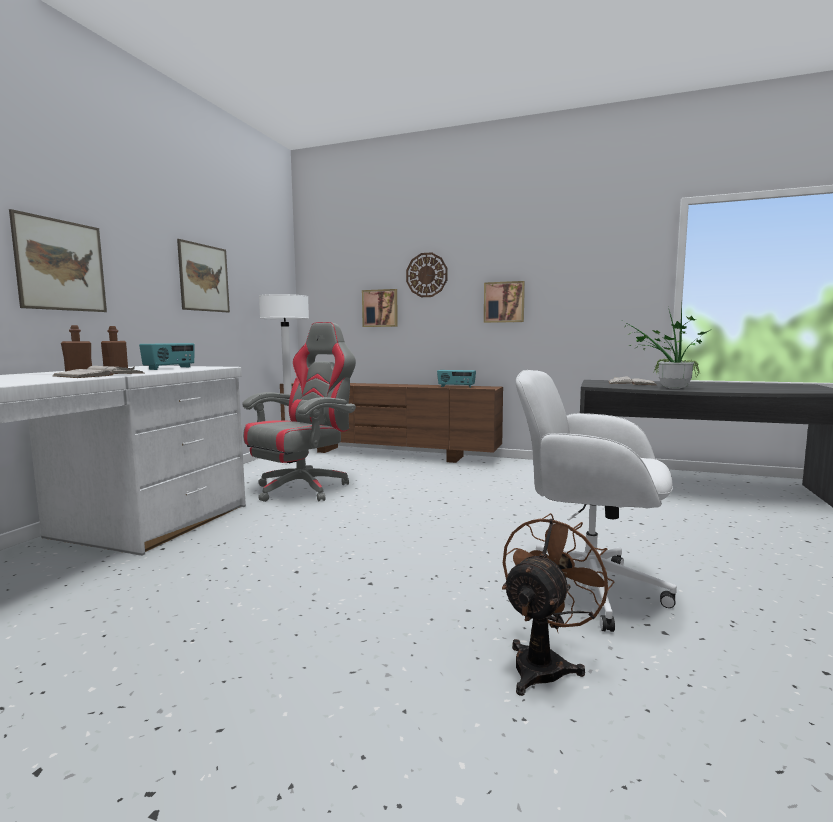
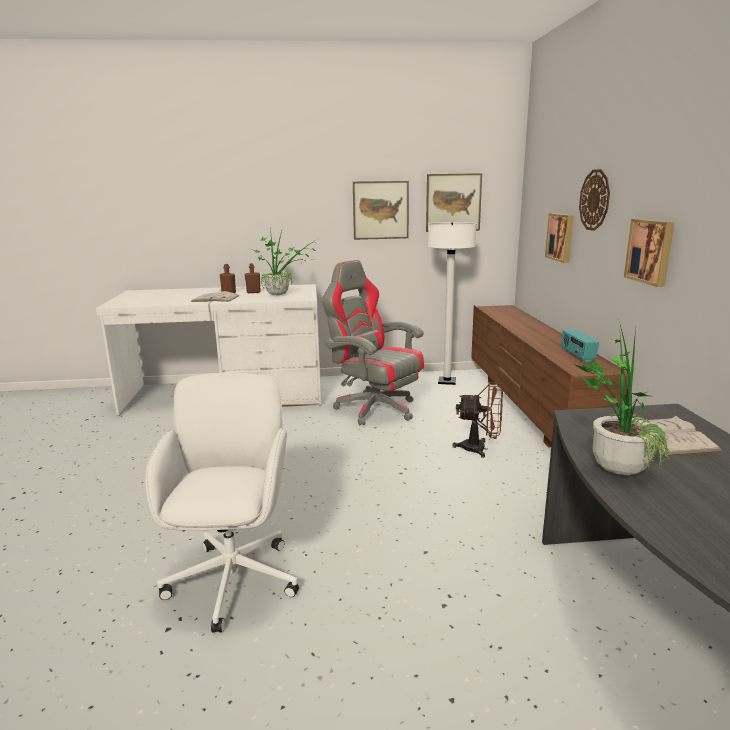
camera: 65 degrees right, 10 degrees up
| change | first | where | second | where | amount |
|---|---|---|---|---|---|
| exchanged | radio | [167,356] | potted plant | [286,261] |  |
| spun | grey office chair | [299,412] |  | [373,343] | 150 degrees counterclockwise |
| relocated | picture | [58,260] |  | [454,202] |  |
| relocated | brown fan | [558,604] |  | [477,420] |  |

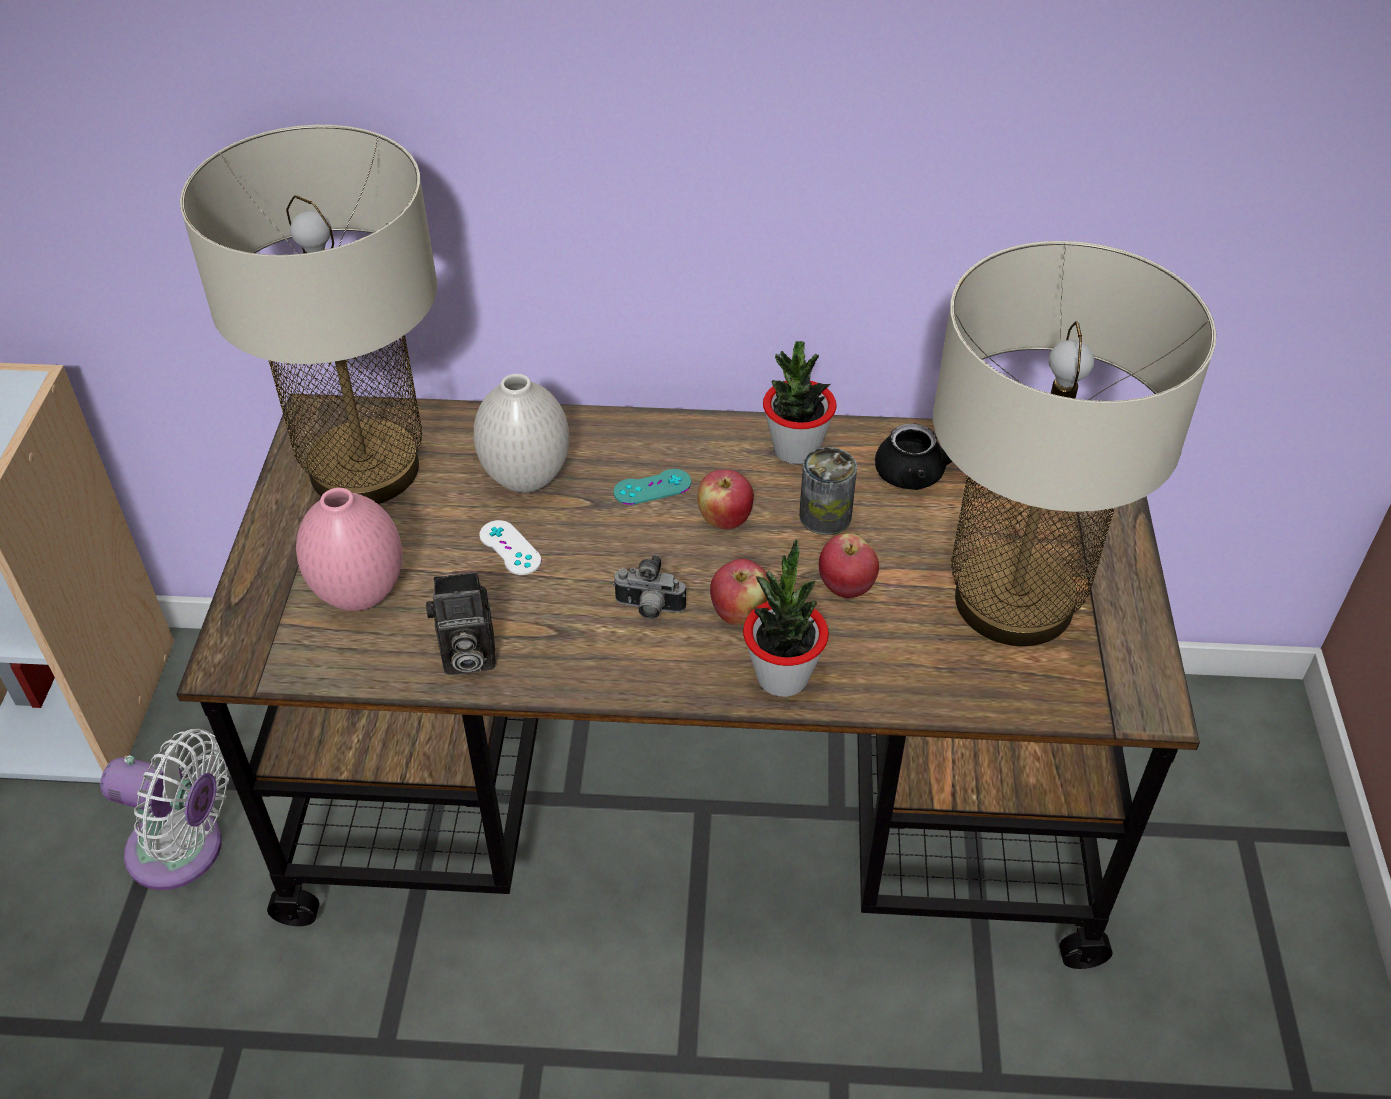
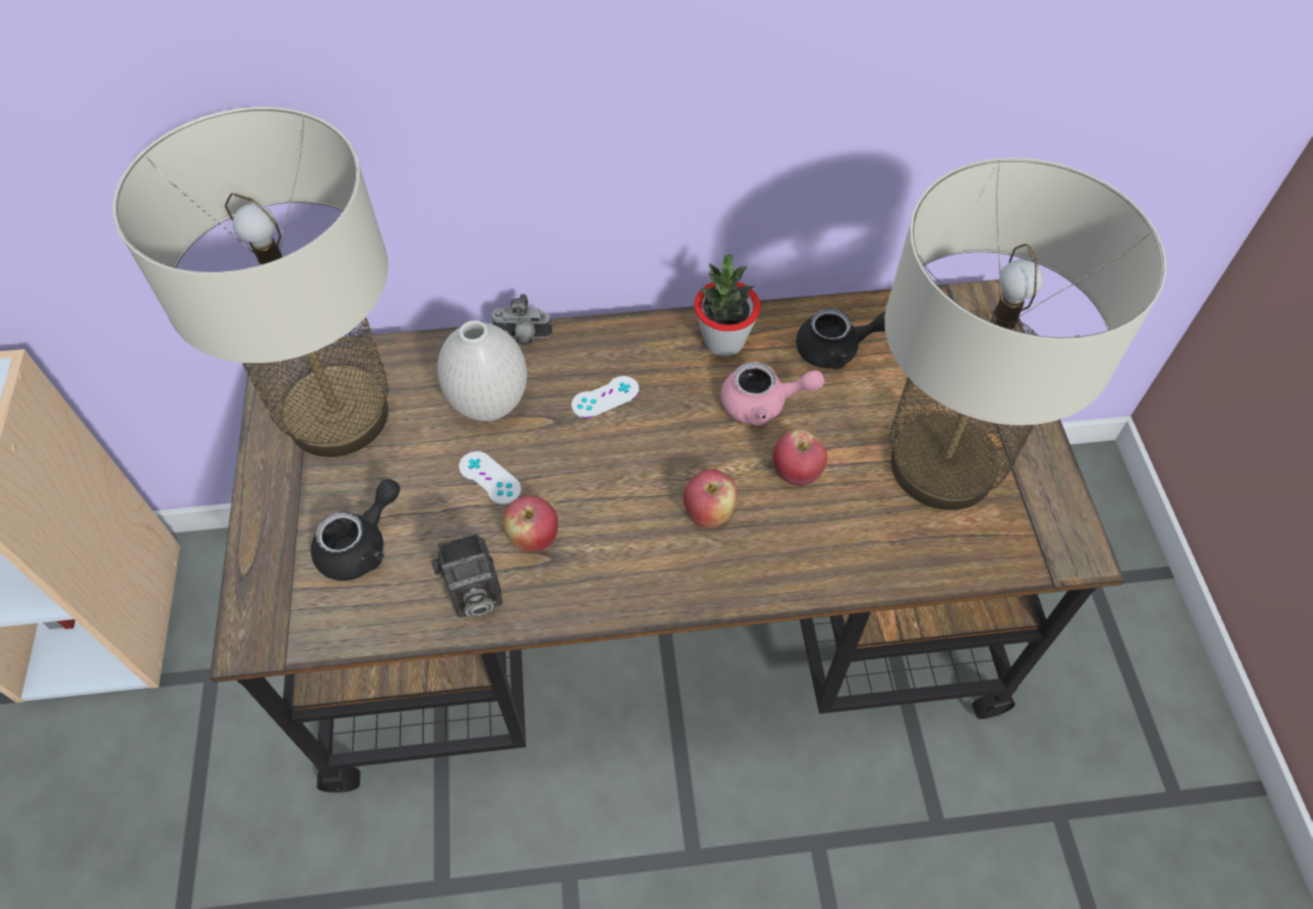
camera: 10 degrees left, 10 degrees up
| change | first | where | second | where | amount |
|---|---|---|---|---|---|
| exchanged | pink vase | [349,549] | black teapot | [355,530] |  |
| relocated | photo camera | [649,587] |  | [521,320] |  |
| relocated | apple | [725,499] |  | [530,524] |  |
| colour | turquoise game controller | [652,487] | white game controller | [605,397] |  |
| exchanged | can | [828,491] | pink teapot | [772,394] |  |
| missing | white fan | [164,809] |  |  |  |
| missing | potted plant | [786,618] |  |  |  |

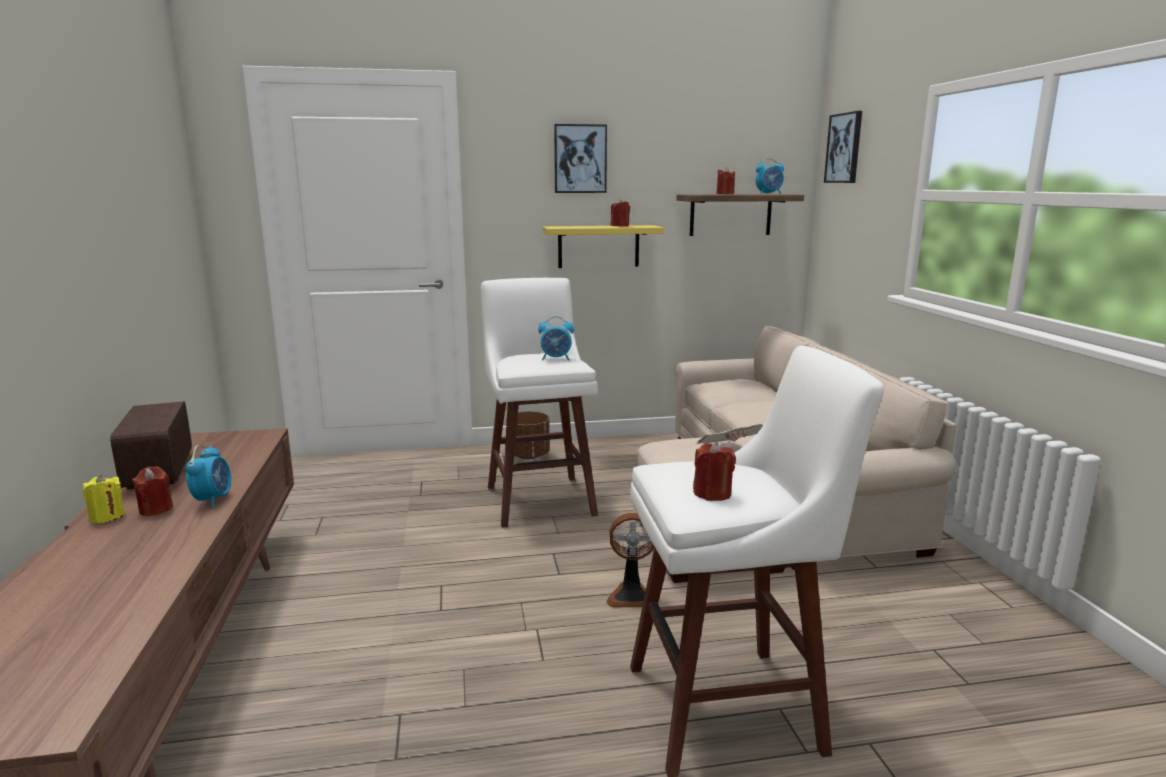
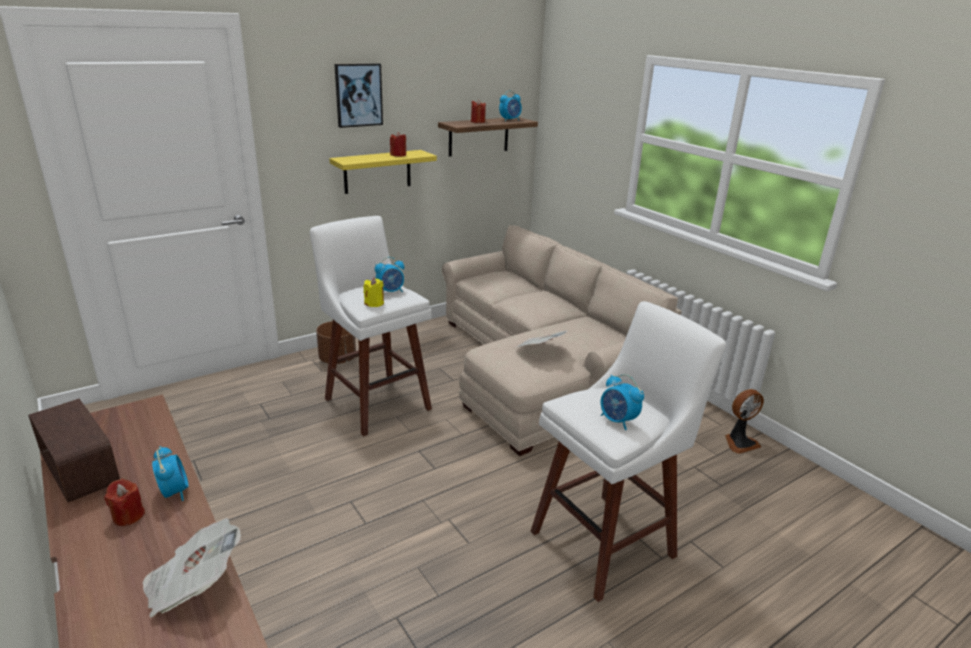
camera: 25 degrees left, 10 degrees up
| change | first | where | second | where | amount |
|---|---|---|---|---|---|
| appeared |  |  | newspaper | [191,568] |  |
| relocated | yellow candle | [104,498] |  | [374,292] |  |
| exchanged | red candle | [714,471] | alarm clock | [622,402] |  |
| relocated | fan | [631,560] |  | [744,421] |  |
| missing | picture | [843,147] |  |  |  |

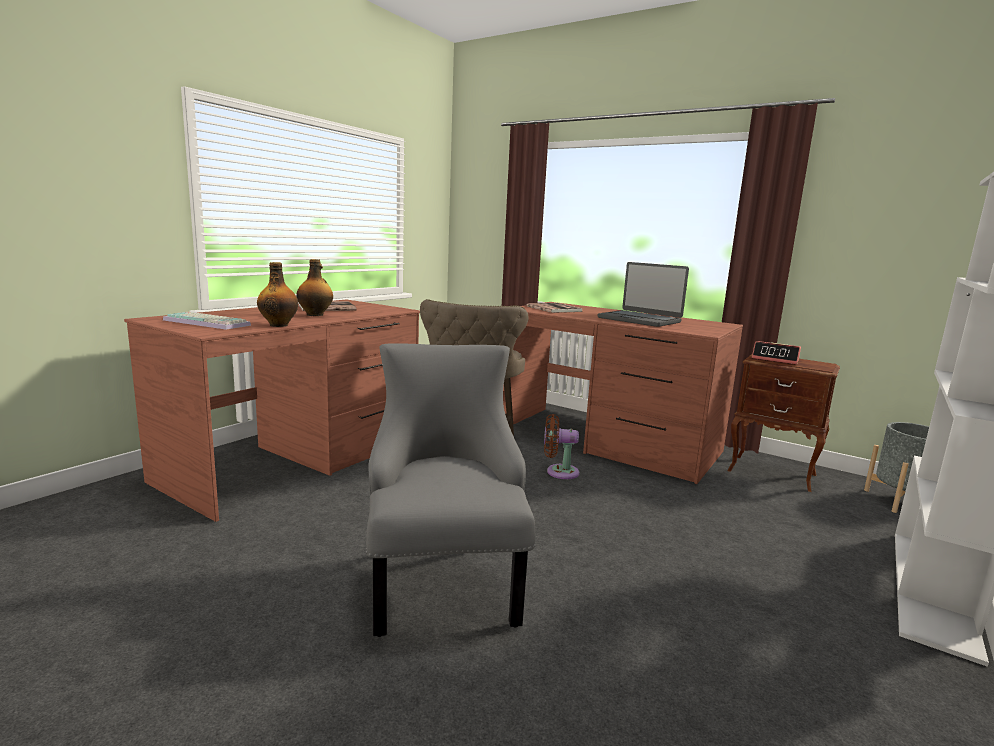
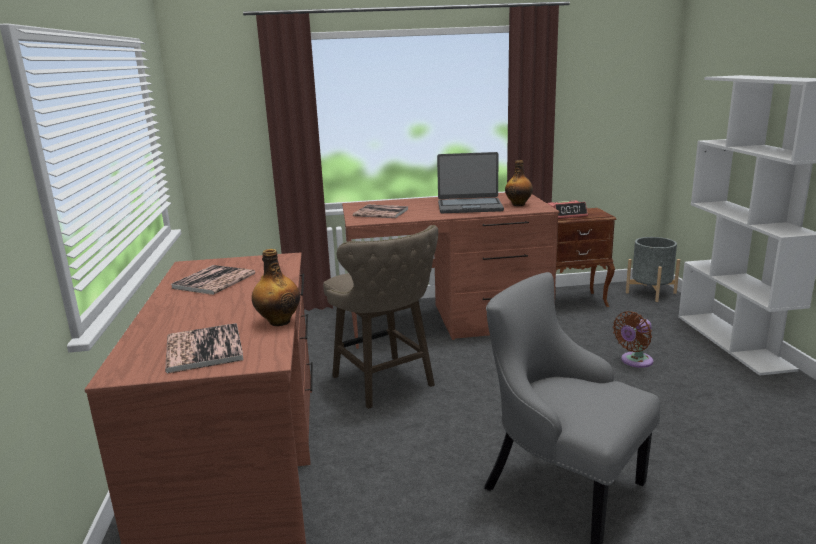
camera: 40 degrees left, 5 degrees up
| change | first | where | second | where | amount |
|---|---|---|---|---|---|
| exchanged | keyboard | [207,321] | book | [204,348] |  |
| relocated | bottle | [314,287] |  | [519,183] |  |
| relocated | brown fan | [561,446] |  | [633,339] |  |

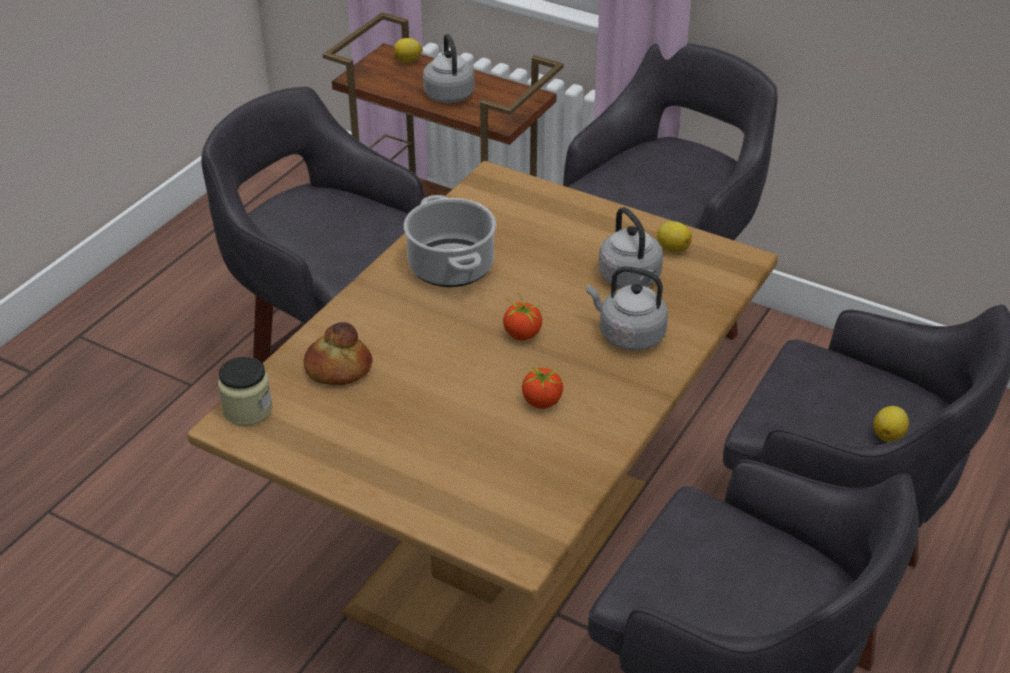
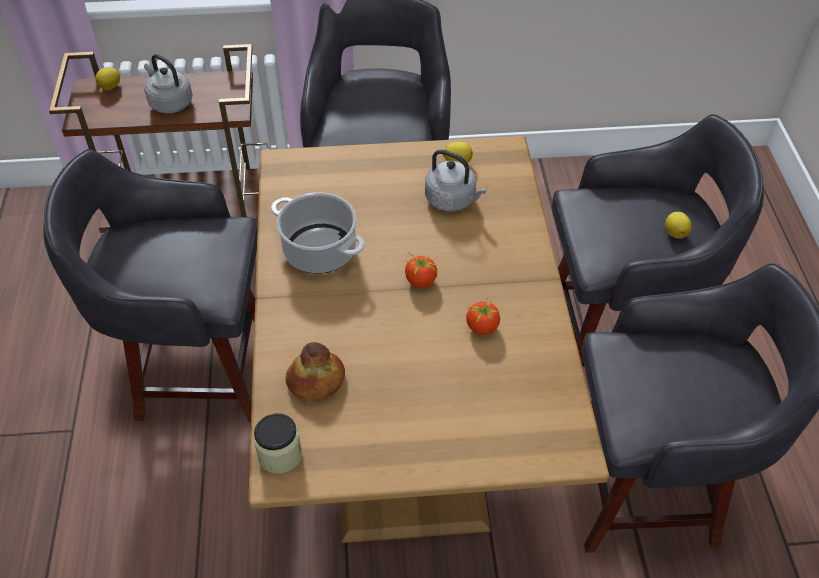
camera: 35 degrees left, 10 degrees up
| change | first | where | second | where | amount |
|---|---|---|---|---|---|
| missing | grey kettle | [627,308] |  |  |  |

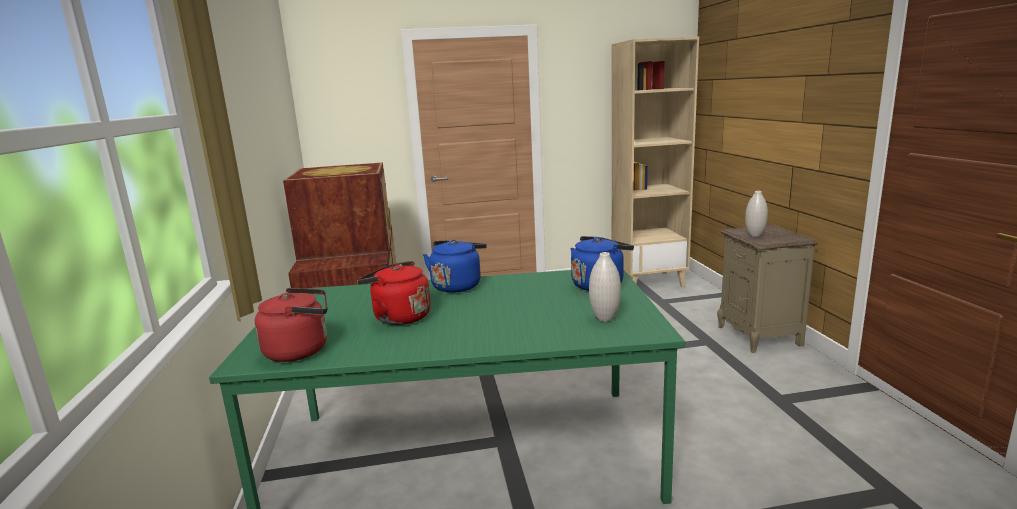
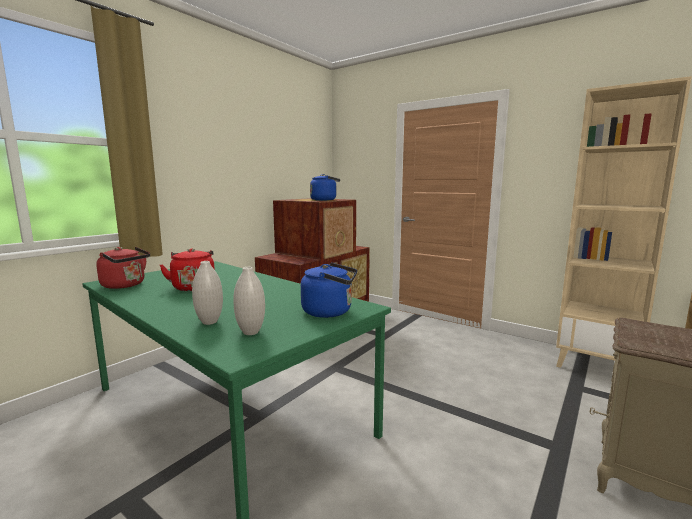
camera: 45 degrees right, 5 degrees down
| change | first | where | second | where | amount |
|---|---|---|---|---|---|
| relocated | white vase | [756,214] |  | [207,293] |  |
| relocated | blue kettle | [455,266] |  | [325,187] |  |

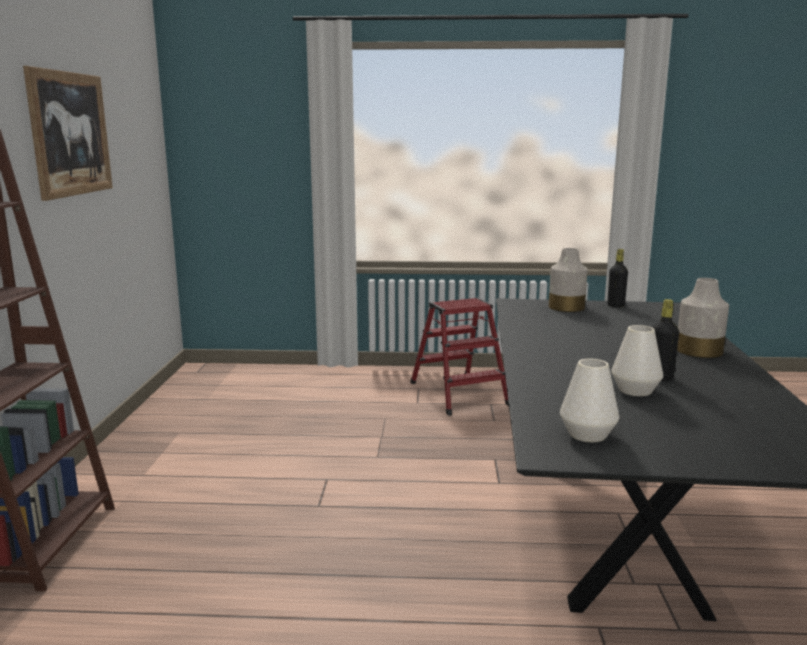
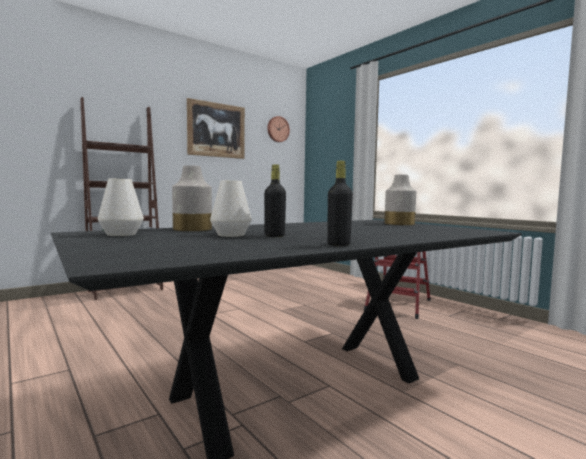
camera: 50 degrees right, 10 degrees down
| change | first | where | second | where | amount |
|---|---|---|---|---|---|
| relocated | beige vase | [703,318] |  | [192,198] |  |
| appeared |  |  | wall clock | [278,129] |  |
| relocated | black bottle | [617,278] |  | [340,203] |  |

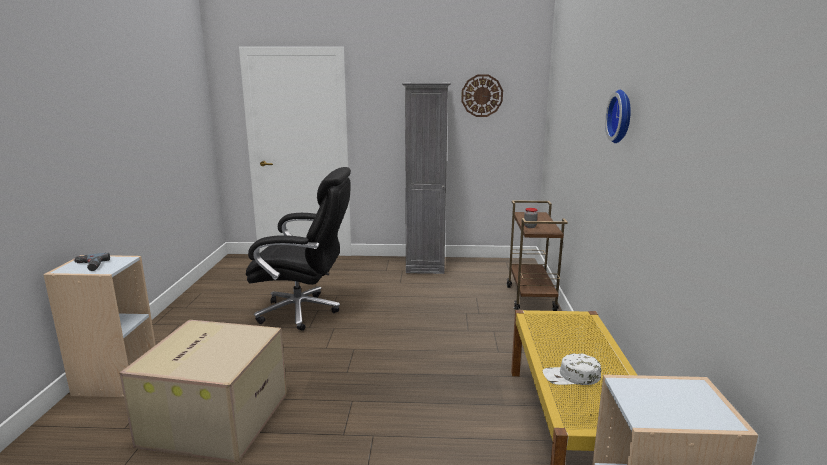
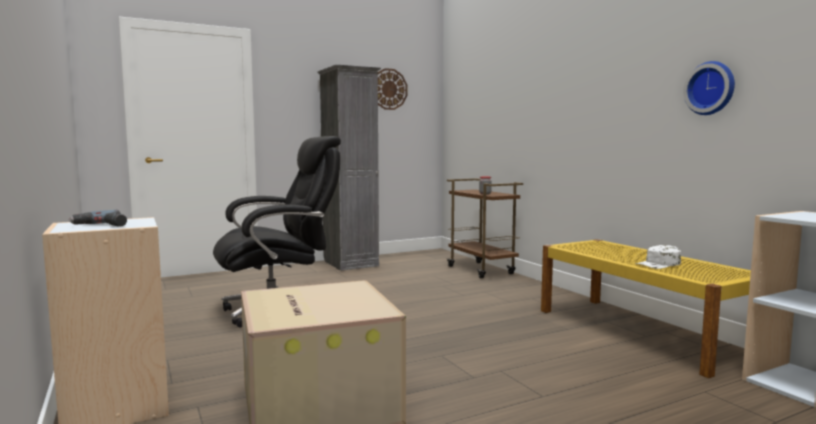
camera: 30 degrees left, 10 degrees down
| change | first | where | second | where | amount |
|---|---|---|---|---|---|
| relocated | wall clock | [618,116] |  | [709,88] |  |

